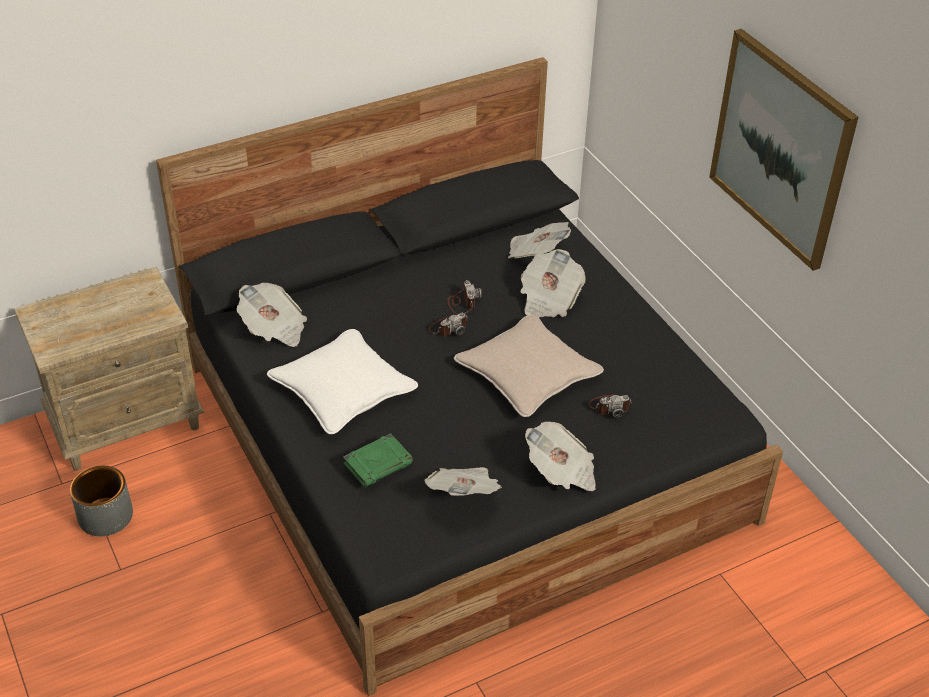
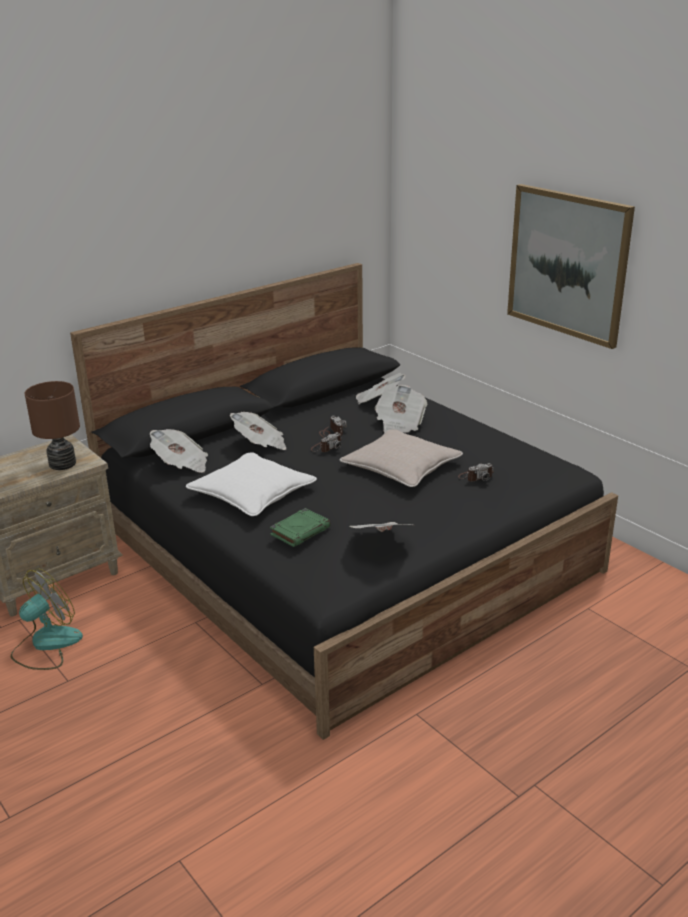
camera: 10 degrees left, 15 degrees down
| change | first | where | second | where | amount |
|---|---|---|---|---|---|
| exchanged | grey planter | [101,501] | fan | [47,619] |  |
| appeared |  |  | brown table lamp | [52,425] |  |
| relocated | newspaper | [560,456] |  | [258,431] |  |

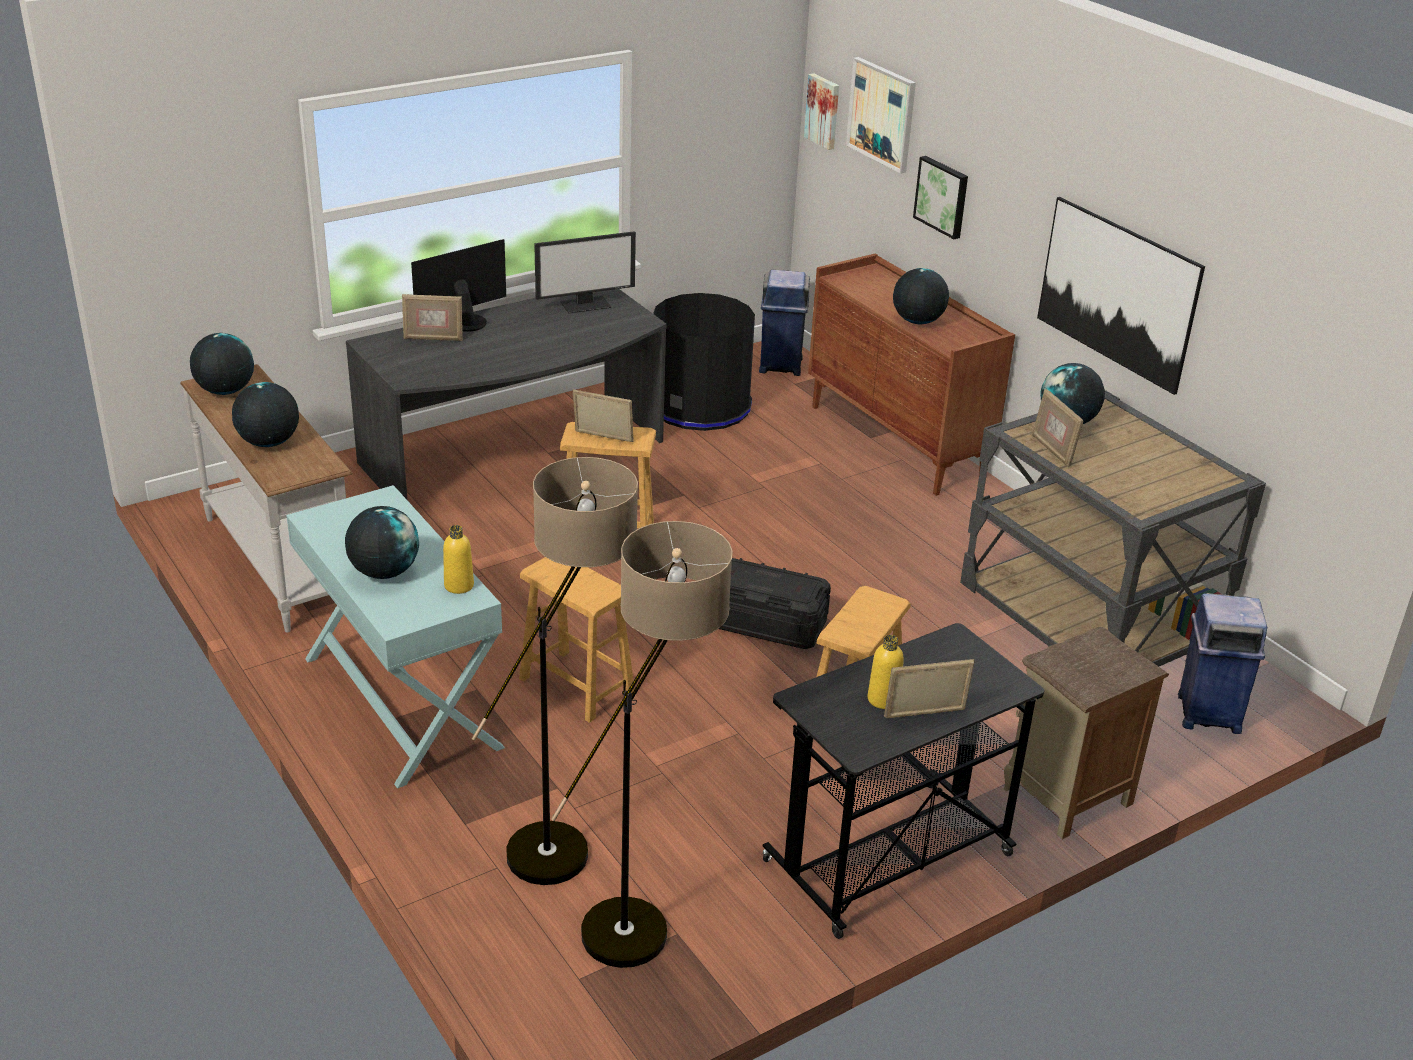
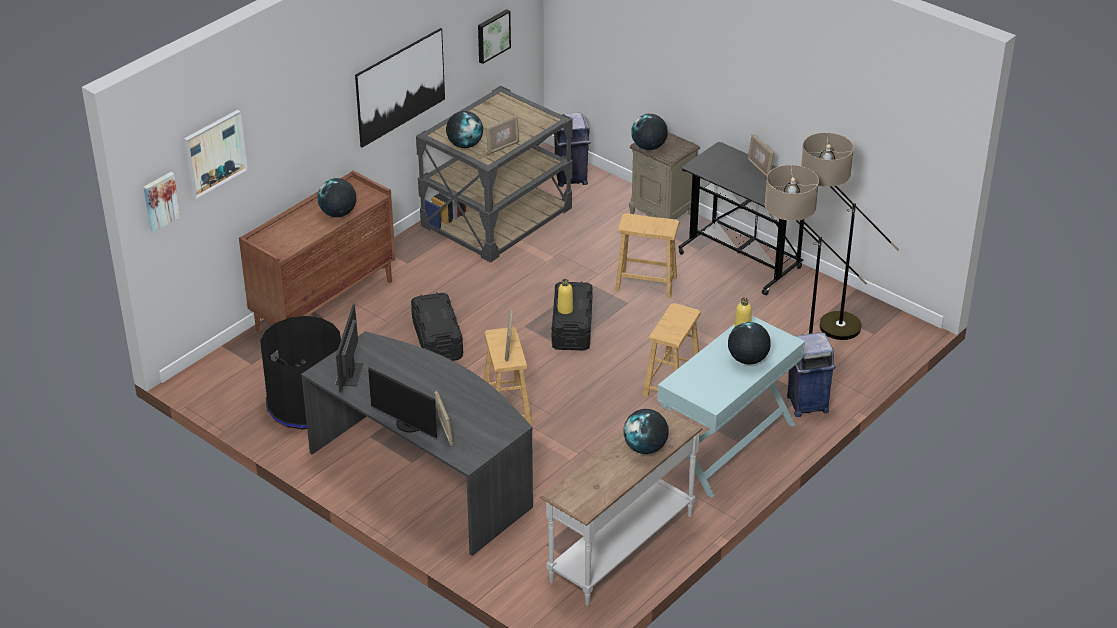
camera: 105 degrees left, 5 degrees up
| change | first | where | second | where | amount |
|---|---|---|---|---|---|
| spun | monitor | [585,272] |  | [349,348] | 135 degrees counterclockwise |
| appeared |  |  | black storage box | [437,326] |  |
| relocated | picture | [940,197] |  | [494,36] |  |
| relocated | yellow bottle | [886,672] |  | [565,296] |  |
| relocated | globe | [222,364] |  | [649,132] |  |
| relocated | blue trash can | [784,323] |  | [811,374] |  |

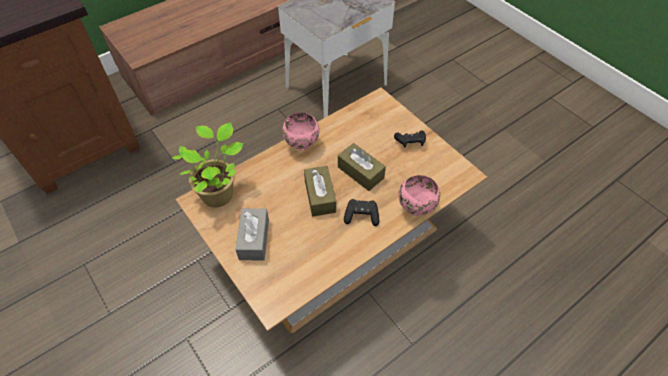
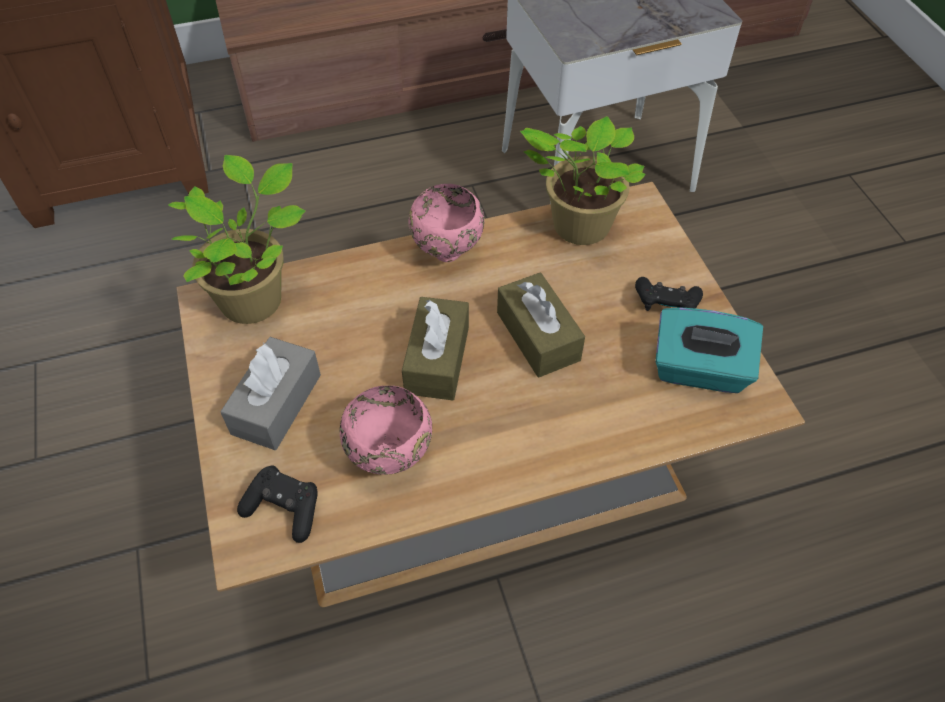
camera: 20 degrees right, 0 degrees up
| change | first | where | second | where | amount |
|---|---|---|---|---|---|
| relocated | black game controller | [361,212] |  | [277,504] |  |
| relocated | pink bowl | [419,195] |  | [386,430] |  |
| appeared |  |  | potted plant | [583,180] |  |
| appeared |  |  | turquoise tissue box | [709,350] |  |

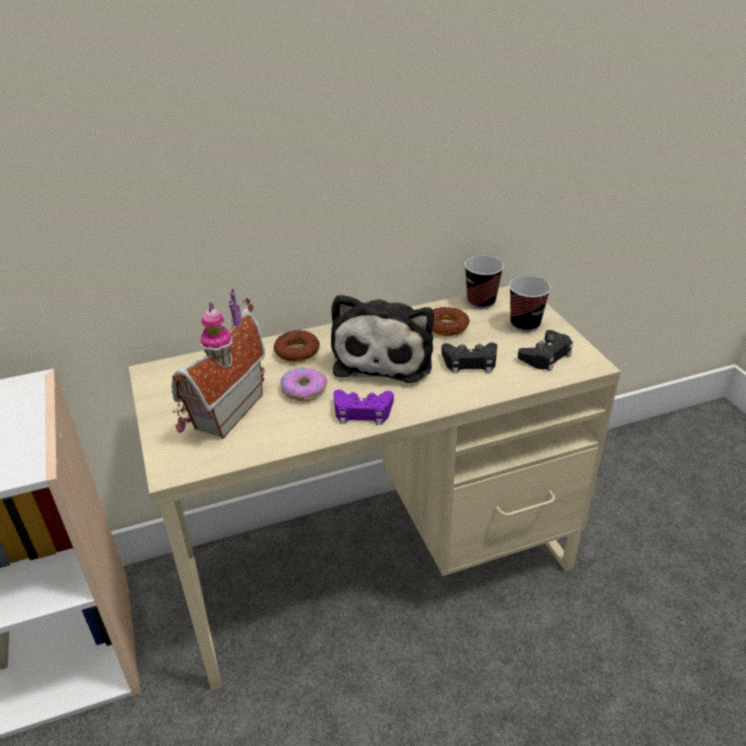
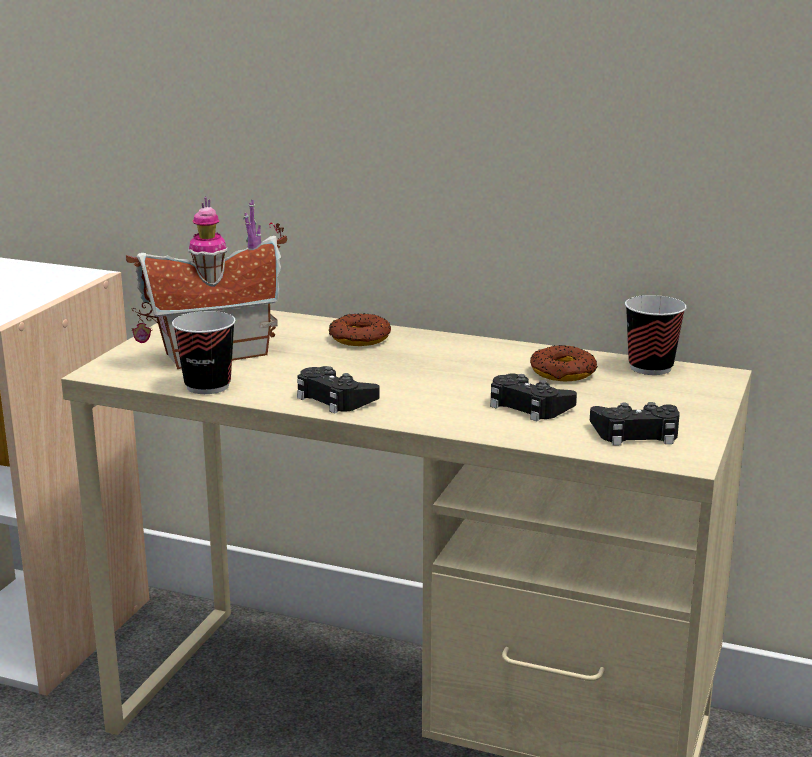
camera: 40 degrees right, 15 degrees down
| change | first | where | second | where | amount |
|---|---|---|---|---|---|
| relocated | cup | [530,304] |  | [204,352] |  |
| colour | purple game controller | [363,407] | black game controller | [338,389] |  |
| missing | donut | [303,384] |  |  |  |
| missing | plush toy | [382,338] |  |  |  |

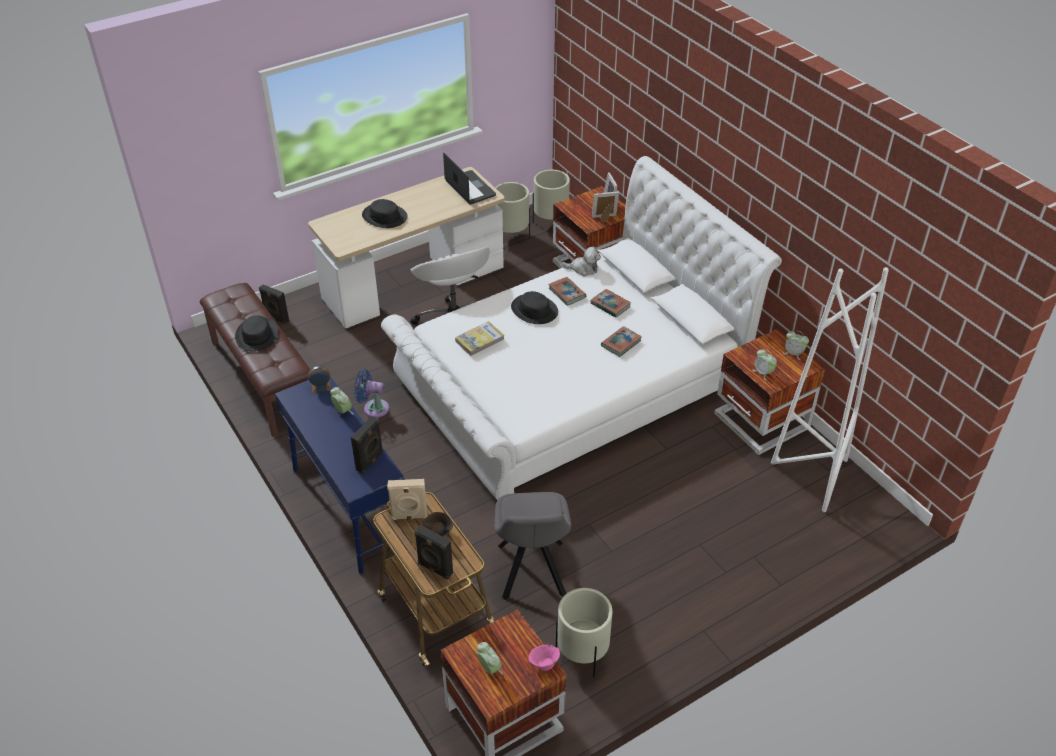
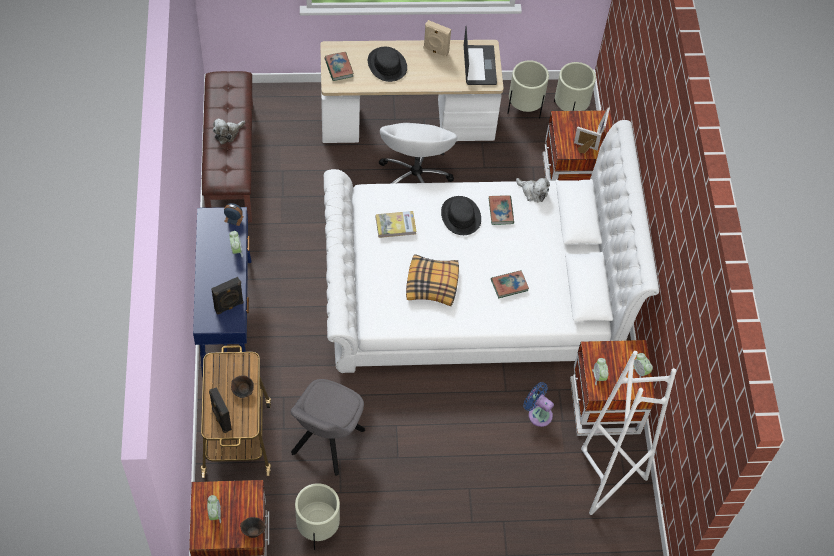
camera: 25 degrees right, 15 degrees up
| change | first | where | second | where | amount |
|---|---|---|---|---|---|
| exchanged | black hat | [256,333] | plush toy | [229,131] |  |
| colour | pink bowl | [544,658] | brown bowl | [253,527] |  |
| relocated | book | [610,303] |  | [339,66] |  |
| appeared |  |  | pillow | [432,280] |  |
| relocated | beige speaker | [407,499] |  | [437,38] |  |
| relocated | blue fan | [371,393] |  | [538,404] |  |
| missing | black speaker | [274,304] |  |  |  |

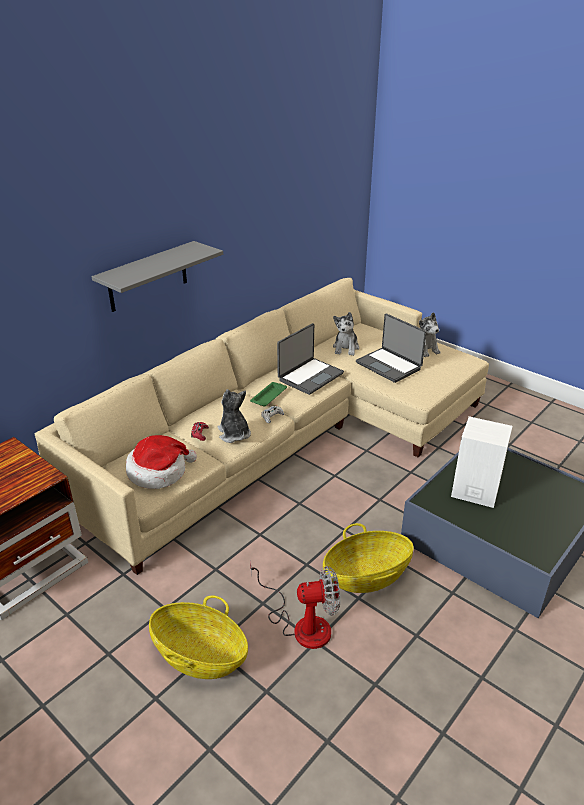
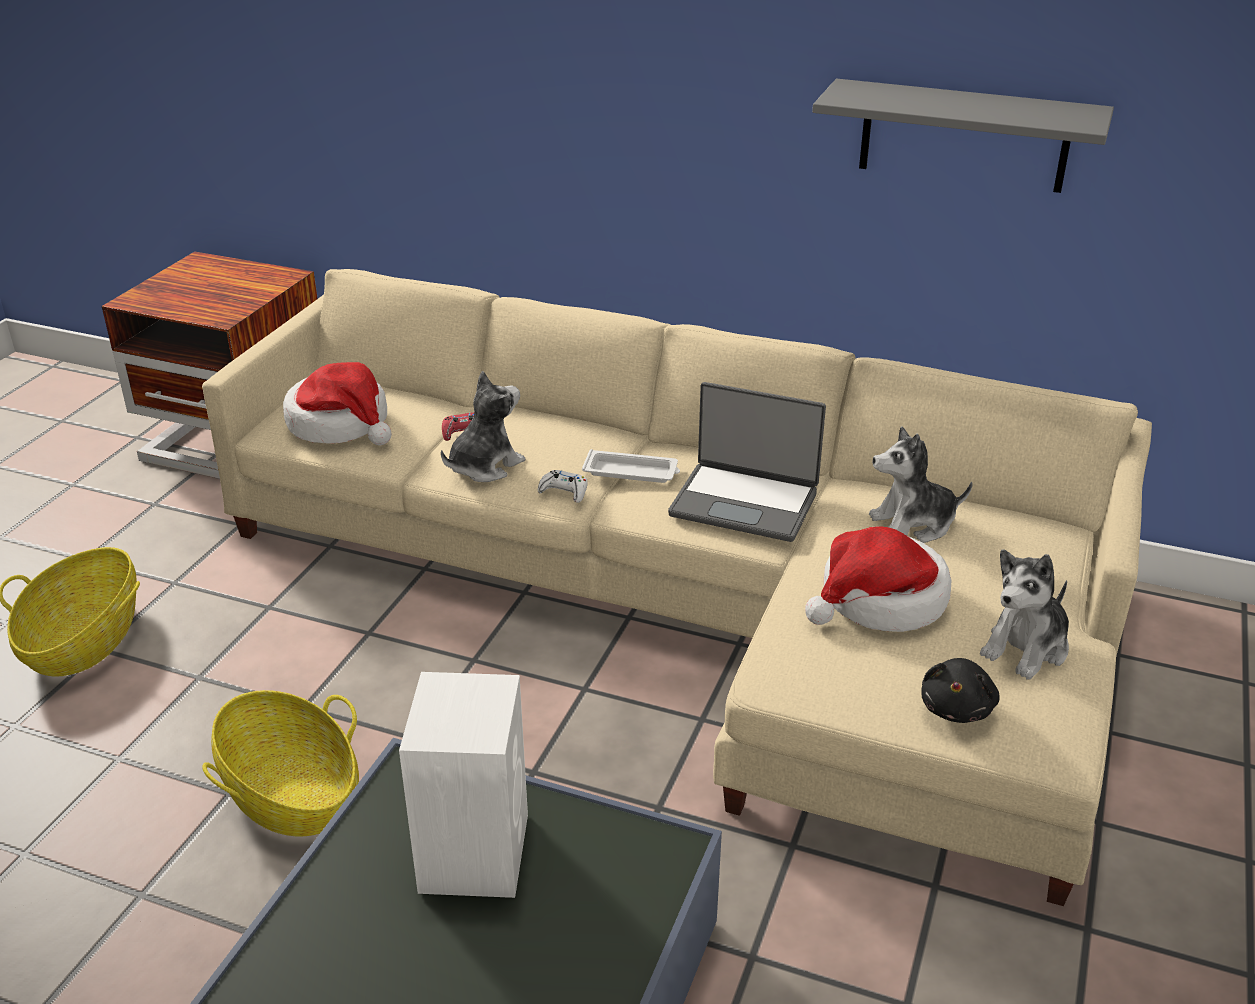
camera: 70 degrees right, 0 degrees up
| change | first | where | second | where | amount |
|---|---|---|---|---|---|
| colour | green tray | [268,394] | white tray | [631,466] |  |
| exchanged | laptop | [391,348] | hat | [878,579] |  |
| relocated | grey shelf | [157,276] |  | [963,136] |  |
| appeared |  |  | black plush toy | [960,690] |  |
| missing | fan | [295,604] |  |  |  |

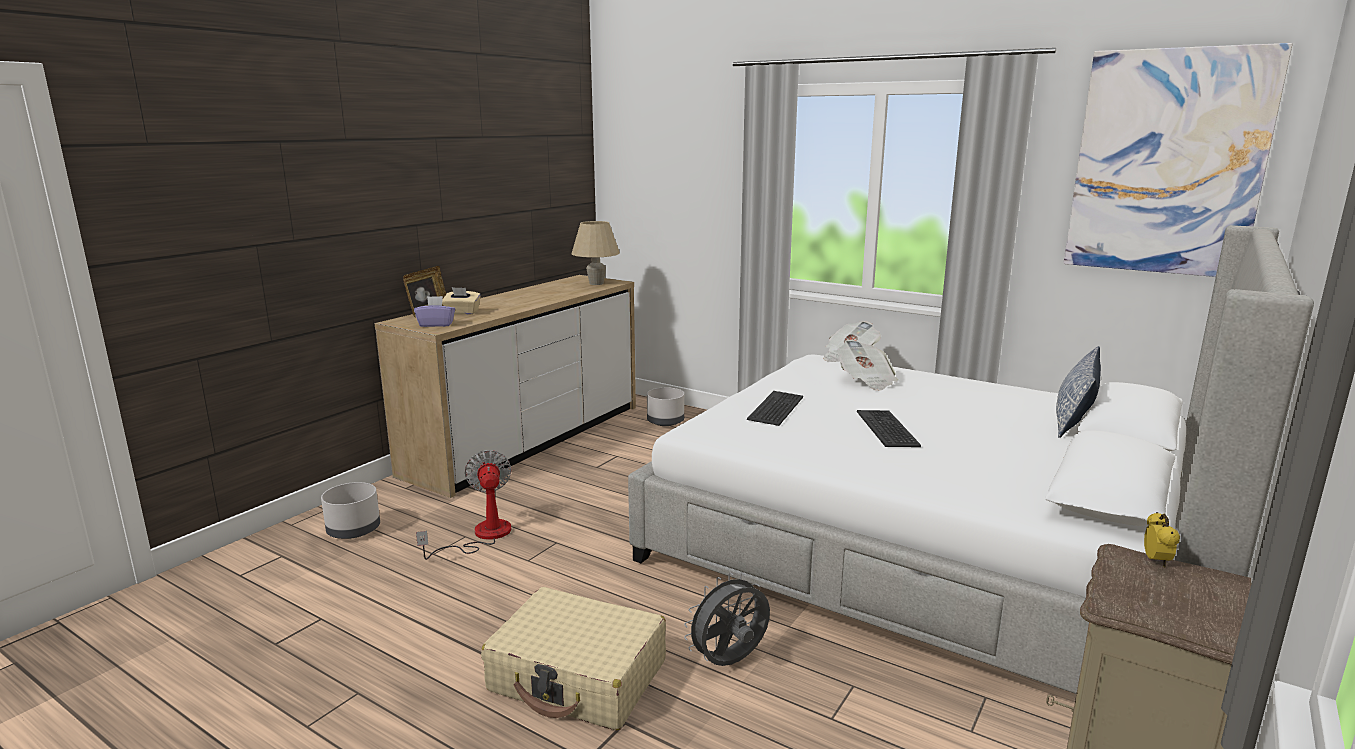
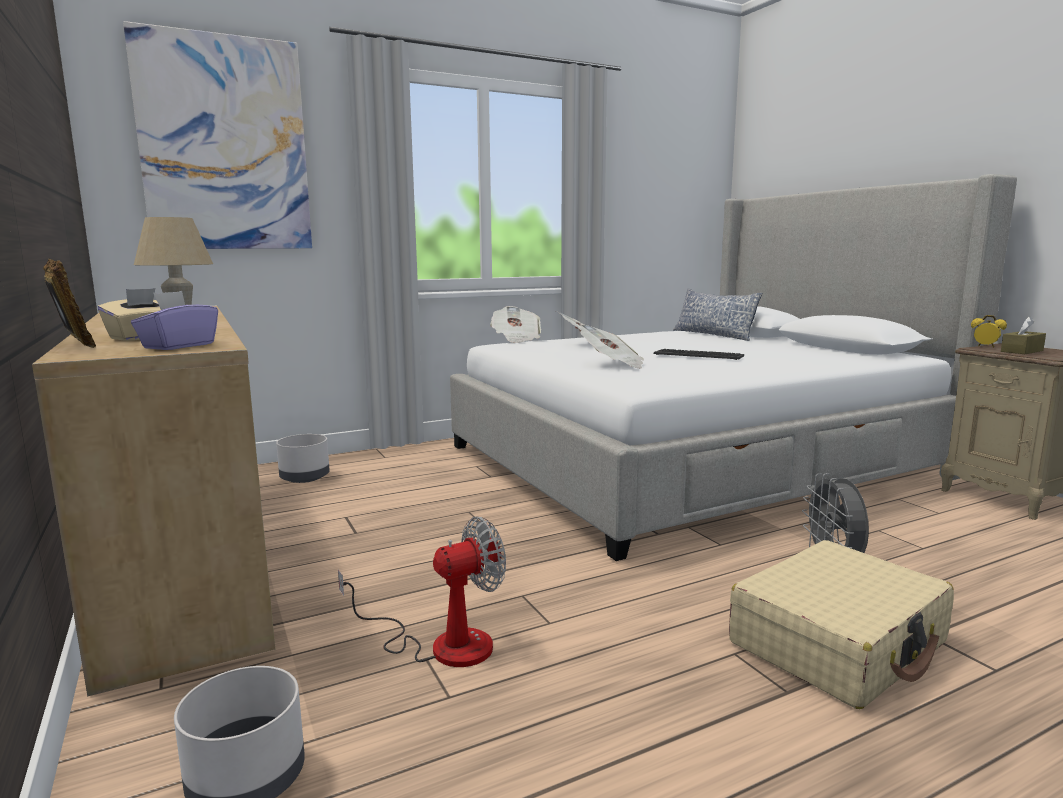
camera: 60 degrees left, 5 degrees down
| change | first | where | second | where | amount |
|---|---|---|---|---|---|
| relocated | picture | [1178,160] |  | [217,135] |  |
| spun | fan | [464,505] |  | [422,591] | 135 degrees clockwise |
| exchanged | keyboard | [775,408] | newspaper | [612,346] |  |
| appeared |  |  | brown tissue box | [1023,335] |  |

